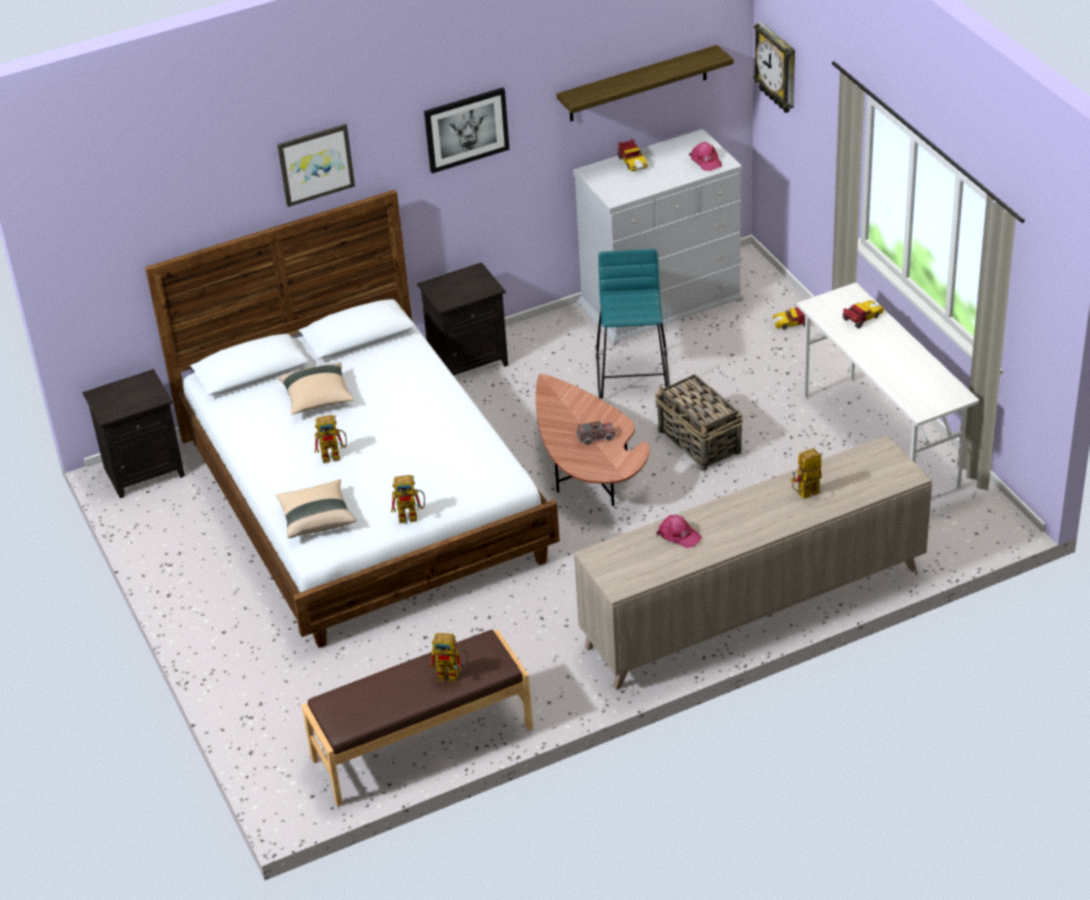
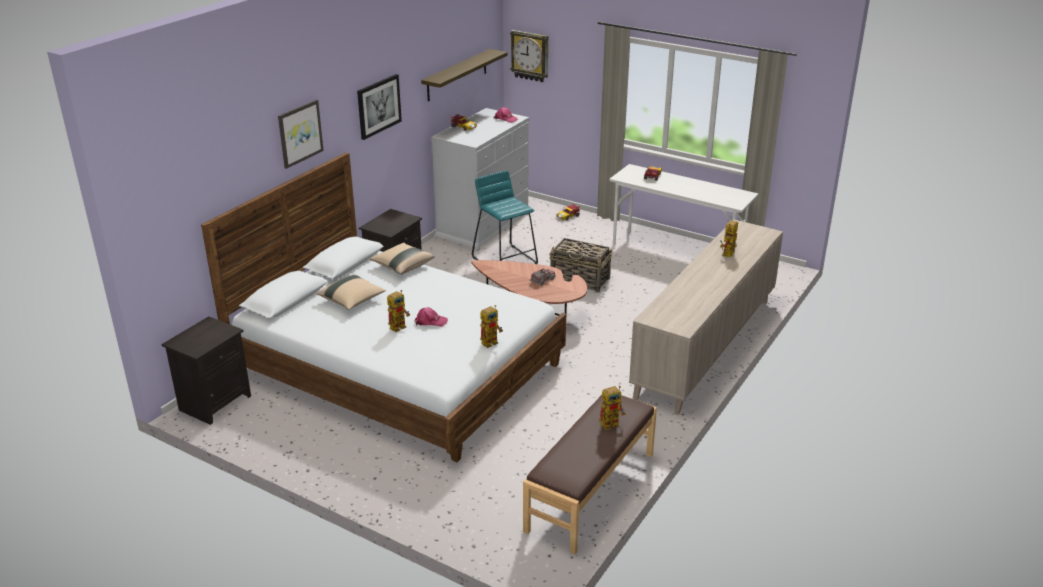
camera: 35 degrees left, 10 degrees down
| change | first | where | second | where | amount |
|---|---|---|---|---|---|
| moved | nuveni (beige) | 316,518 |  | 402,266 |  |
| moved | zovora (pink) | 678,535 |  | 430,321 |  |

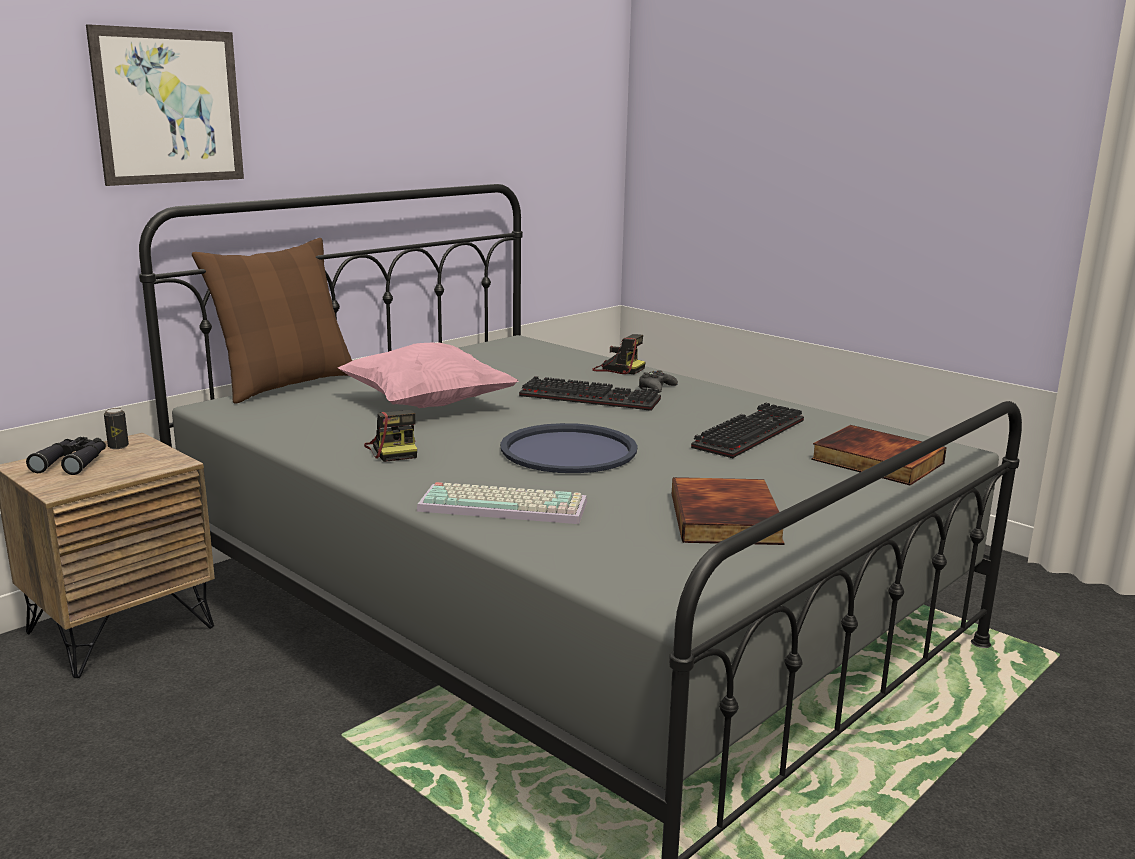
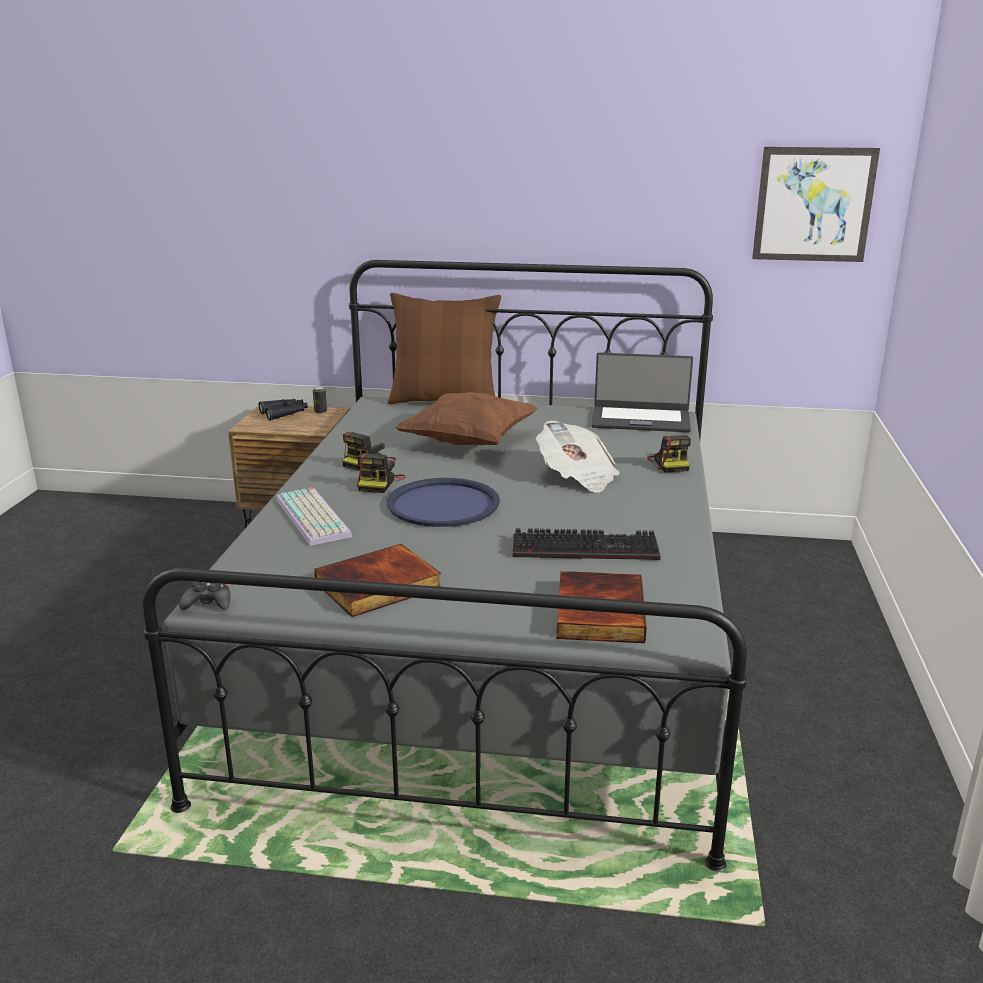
camera: 55 degrees right, 5 degrees up
| change | first | where | second | where | amount |
|---|---|---|---|---|---|
| moved | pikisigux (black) | 656,388 |  | 208,603 |  |
| added |  |  | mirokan | 379,483 |  |
| recoloured | nuveni (pink) | 427,405 | nuveni (brown) | 468,442 |  |
| replaced | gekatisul | 593,397 | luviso | 577,477 |  |
| added |  |  | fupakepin | 640,419 |  |
| moved | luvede | 169,107 |  | 813,204 |  |

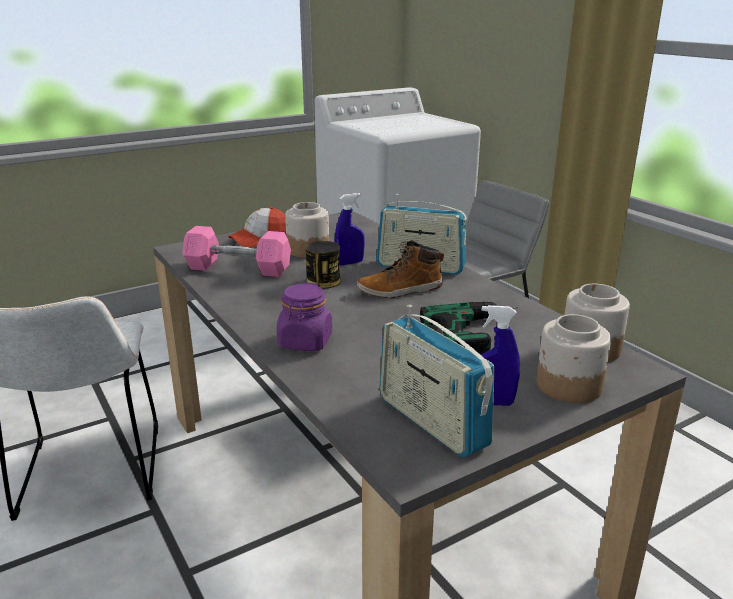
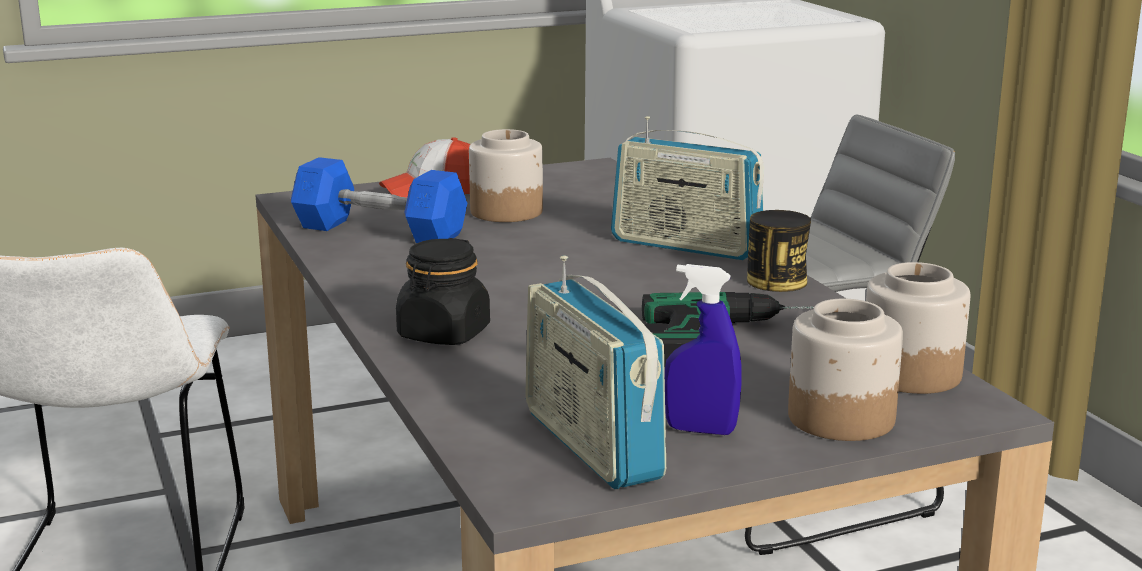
camera: 10 degrees right, 5 degrees down
| change | first | where | second | where | amount |
|---|---|---|---|---|---|
| recoloured | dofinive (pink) | 238,268 | dofinive (blue) | 380,231 |  |
| recoloured | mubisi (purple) | 305,342 | mubisi (black) | 443,334 |  |
| moved | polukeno | 323,281 |  | 776,281 |  |
| removed | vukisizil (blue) | 349,263 |  |  |  |
| removed | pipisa | 400,290 |  |  |  |

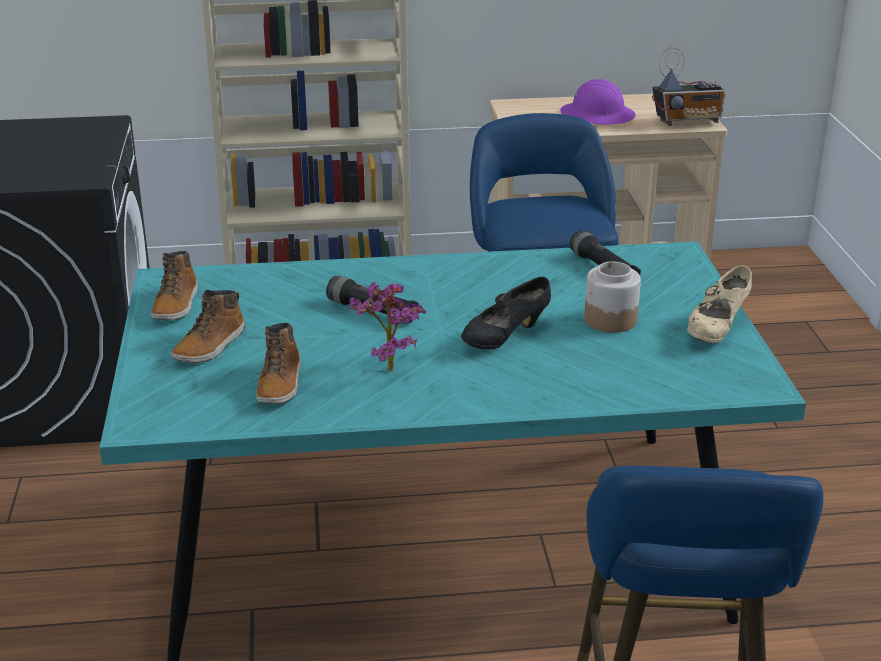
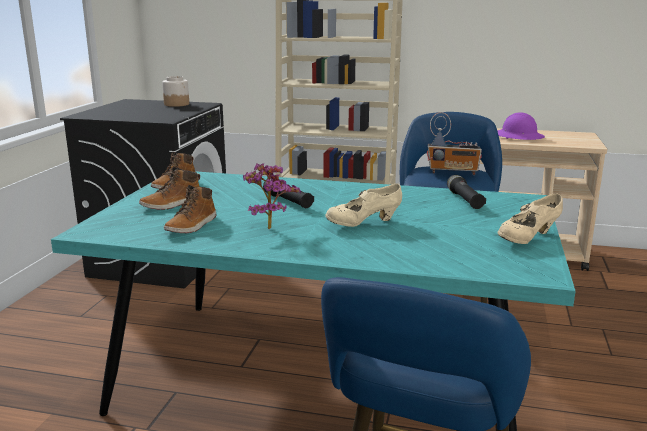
camera: 20 degrees right, 10 degrees down
| change | first | where | second | where | amount |
|---|---|---|---|---|---|
| moved | mubisi | 610,320 |  | 176,104 |  |
| recoloured | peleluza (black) | 505,338 | peleluza (beige) | 363,223 |  |
| moved | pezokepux | 687,122 |  | 453,173 |  |

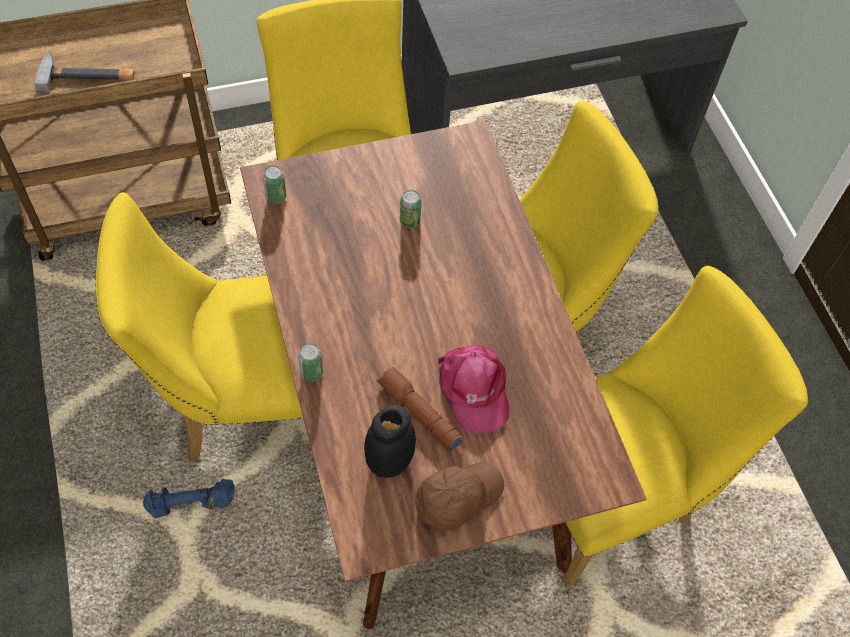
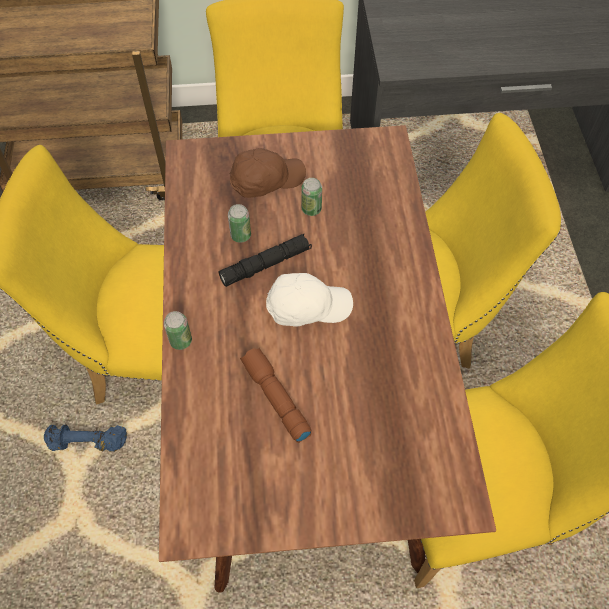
camera: 15 degrees right, 0 degrees up
| change | first | where | second | where | amount |
|---|---|---|---|---|---|
| added |  |  | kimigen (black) | 266,264 |  |
| moved | polukeno | 276,197 |  | 240,235 |  |
| moved | zovora (brown) | 456,498 |  | 266,180 |  |
| added |  |  | zovora (white) | 307,306 |  |
| removed | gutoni | 88,75 |  |  |  |
| removed | mubisi (black) | 389,461 |  |  |  |
| removed | zovora (pink) | 473,389 |  |  |  |

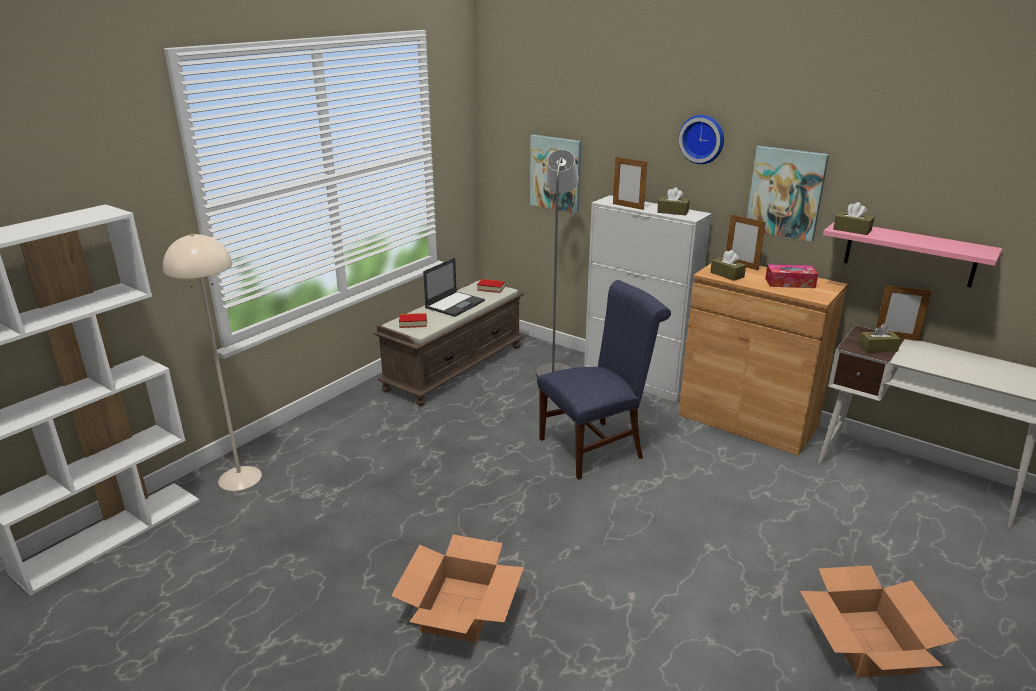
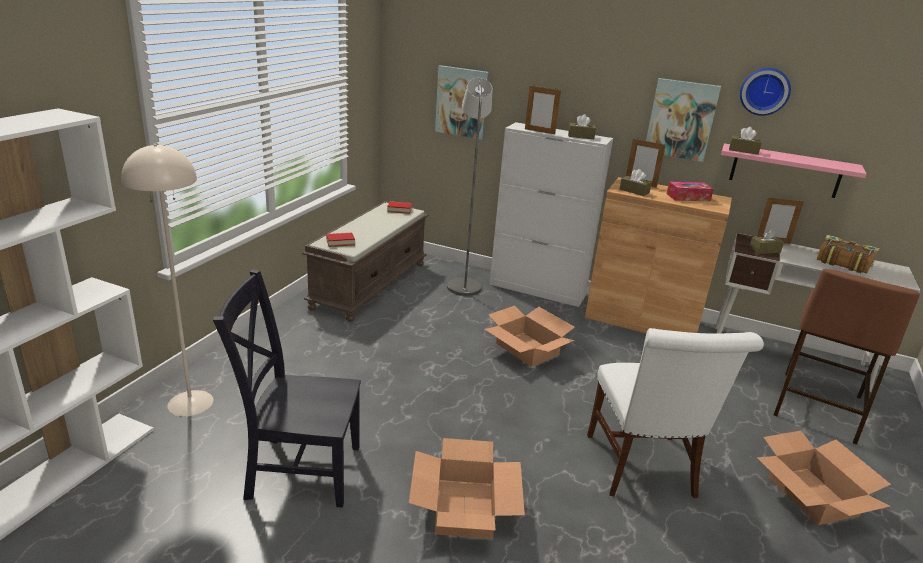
camera: 15 degrees left, 0 degrees up
| change | first | where | second | where | amount |
|---|---|---|---|---|---|
| added |  |  | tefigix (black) | 299,470 |  |
| replaced | tefigix (blue) | 596,447 | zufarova | 527,349 |  |
| added |  |  | tefigix (white) | 643,470 |  |
| moved | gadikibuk | 702,139 |  | 764,91 |  |
| added |  |  | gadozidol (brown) | 817,405 |  |
| added |  |  | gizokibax | 843,262 |  |
| removed | fupakepin | 455,304 |  |  |  |

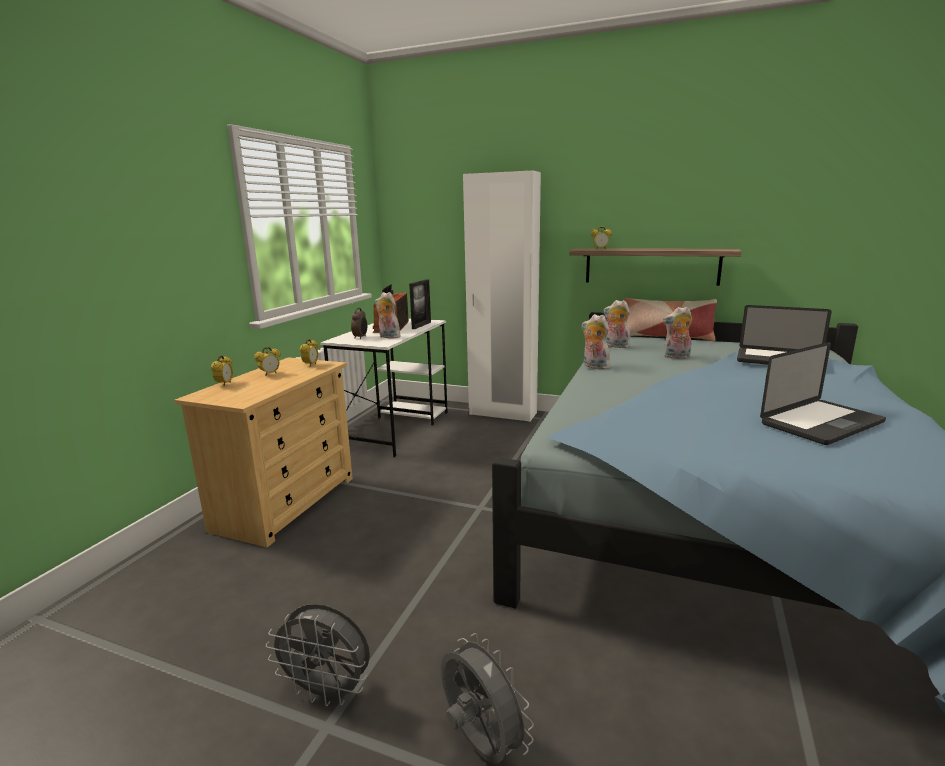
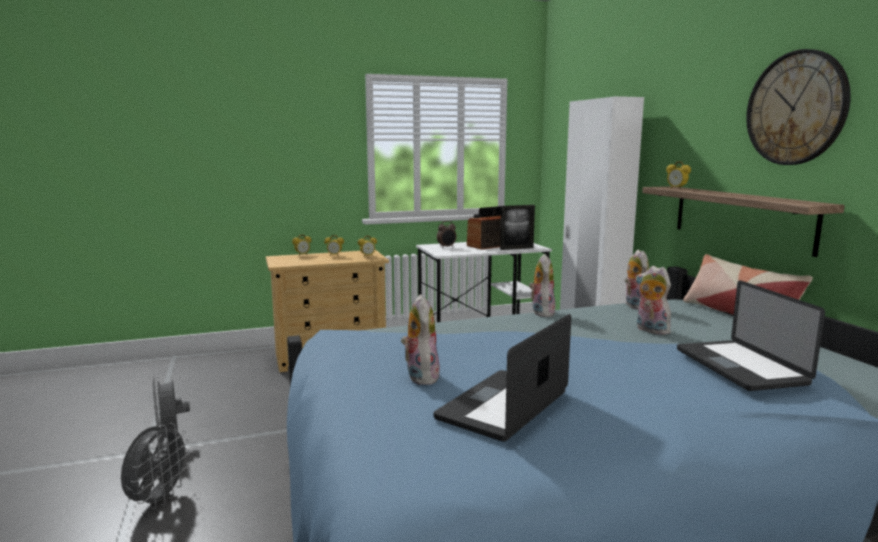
camera: 50 degrees right, 5 degrees down
| change | first | where | second | where | amount |
|---|---|---|---|---|---|
| moved | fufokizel | 388,337 |  | 420,376 |  |
| turned | fupakepin | 821,423 |  | 503,406 | 105 degrees clockwise |
| added |  |  | gadikibuk | 796,108 |  |

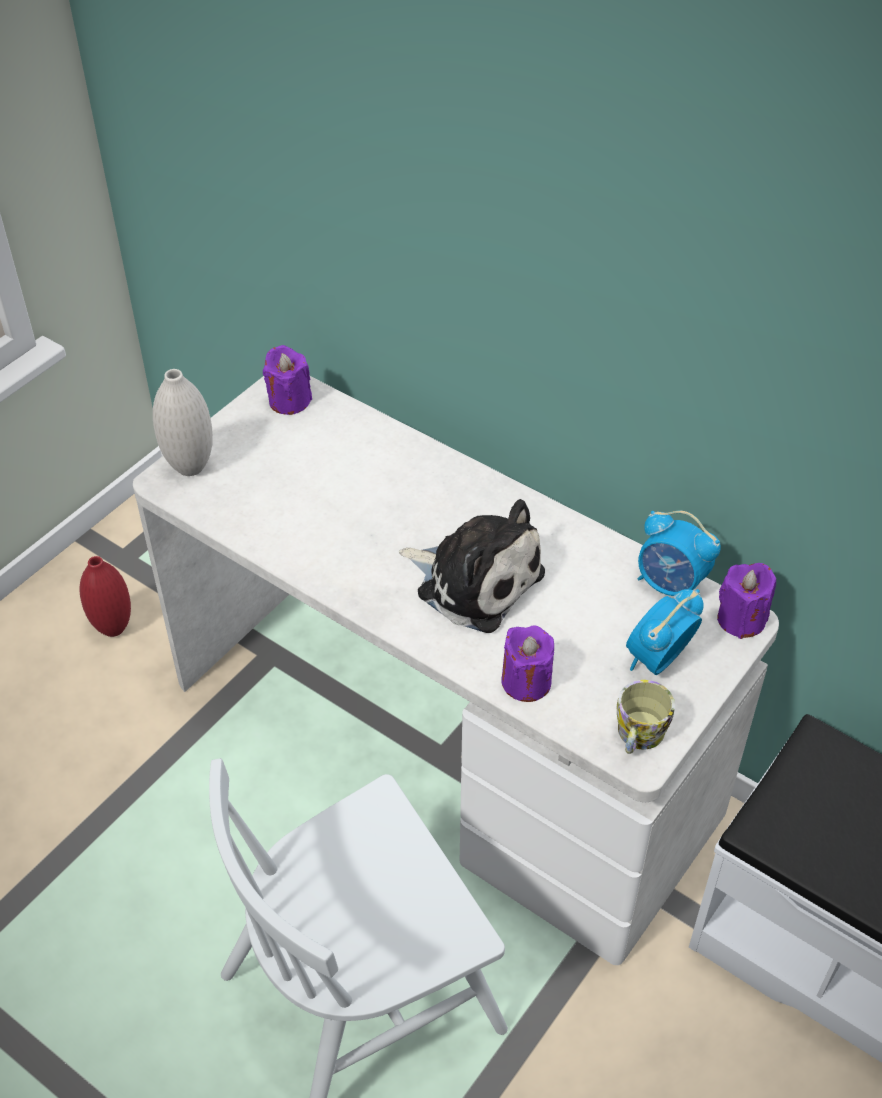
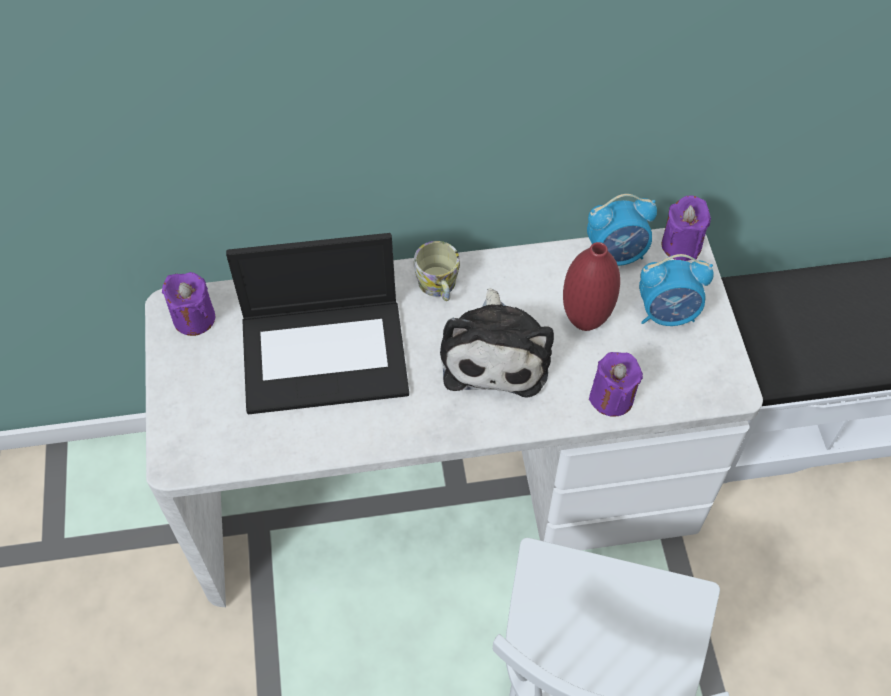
camera: 45 degrees left, 10 degrees up
| change | first | where | second | where | amount |
|---|---|---|---|---|---|
| added |  |  | fupakepin | 326,354 |  |
| moved | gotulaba | 638,736 |  | 438,286 |  |
| turned | fufokizel | 474,580 |  | 496,352 | 105 degrees clockwise |
| moved | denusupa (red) | 113,628 |  | 585,320 |  |
| turned | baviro | 657,660 |  | 667,314 | 90 degrees counterclockwise |
| removed | denusupa (white) | 190,467 |  |  |  |

